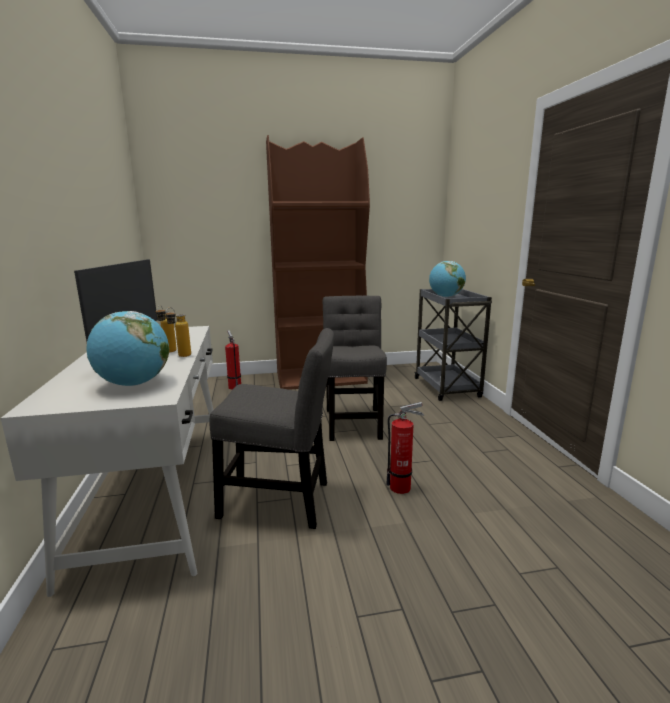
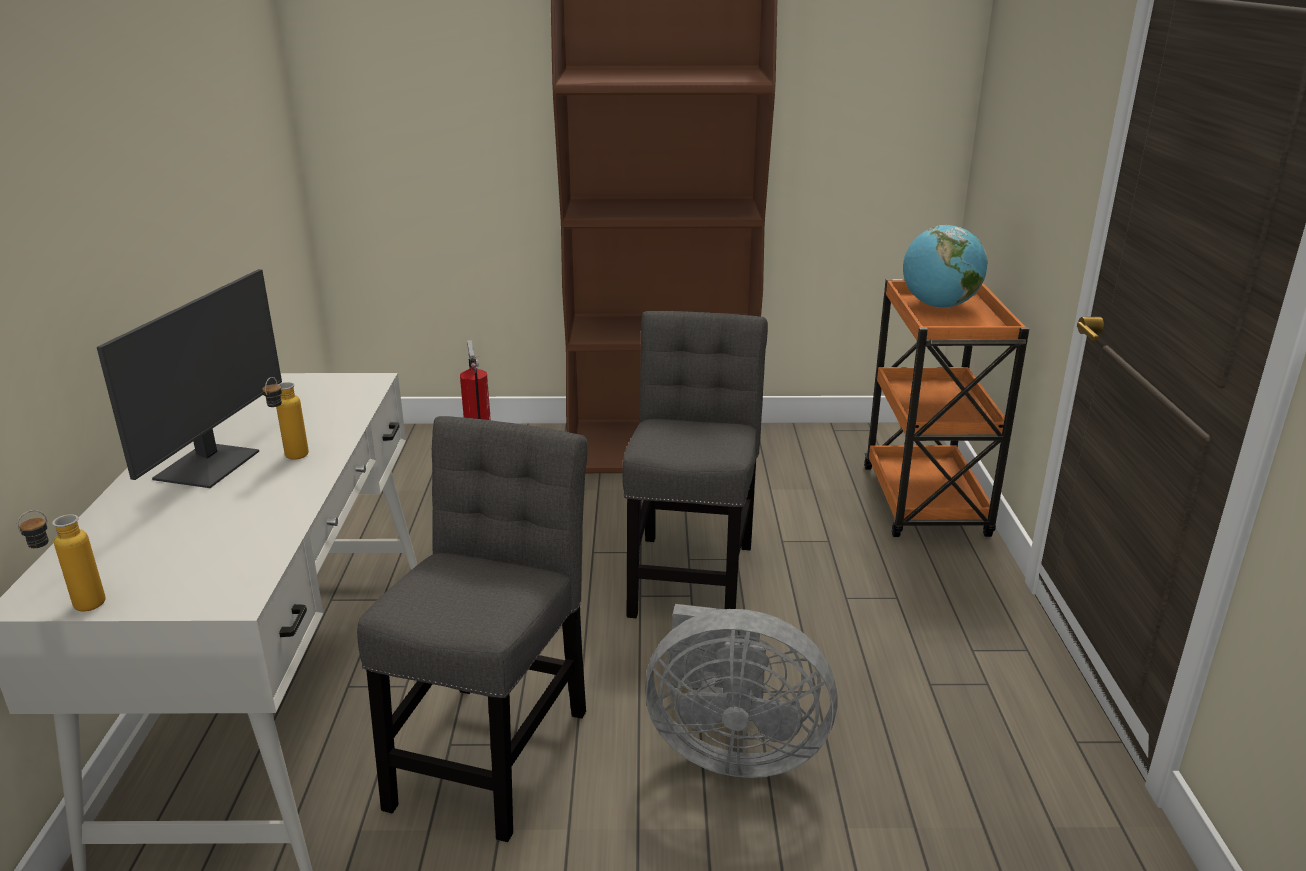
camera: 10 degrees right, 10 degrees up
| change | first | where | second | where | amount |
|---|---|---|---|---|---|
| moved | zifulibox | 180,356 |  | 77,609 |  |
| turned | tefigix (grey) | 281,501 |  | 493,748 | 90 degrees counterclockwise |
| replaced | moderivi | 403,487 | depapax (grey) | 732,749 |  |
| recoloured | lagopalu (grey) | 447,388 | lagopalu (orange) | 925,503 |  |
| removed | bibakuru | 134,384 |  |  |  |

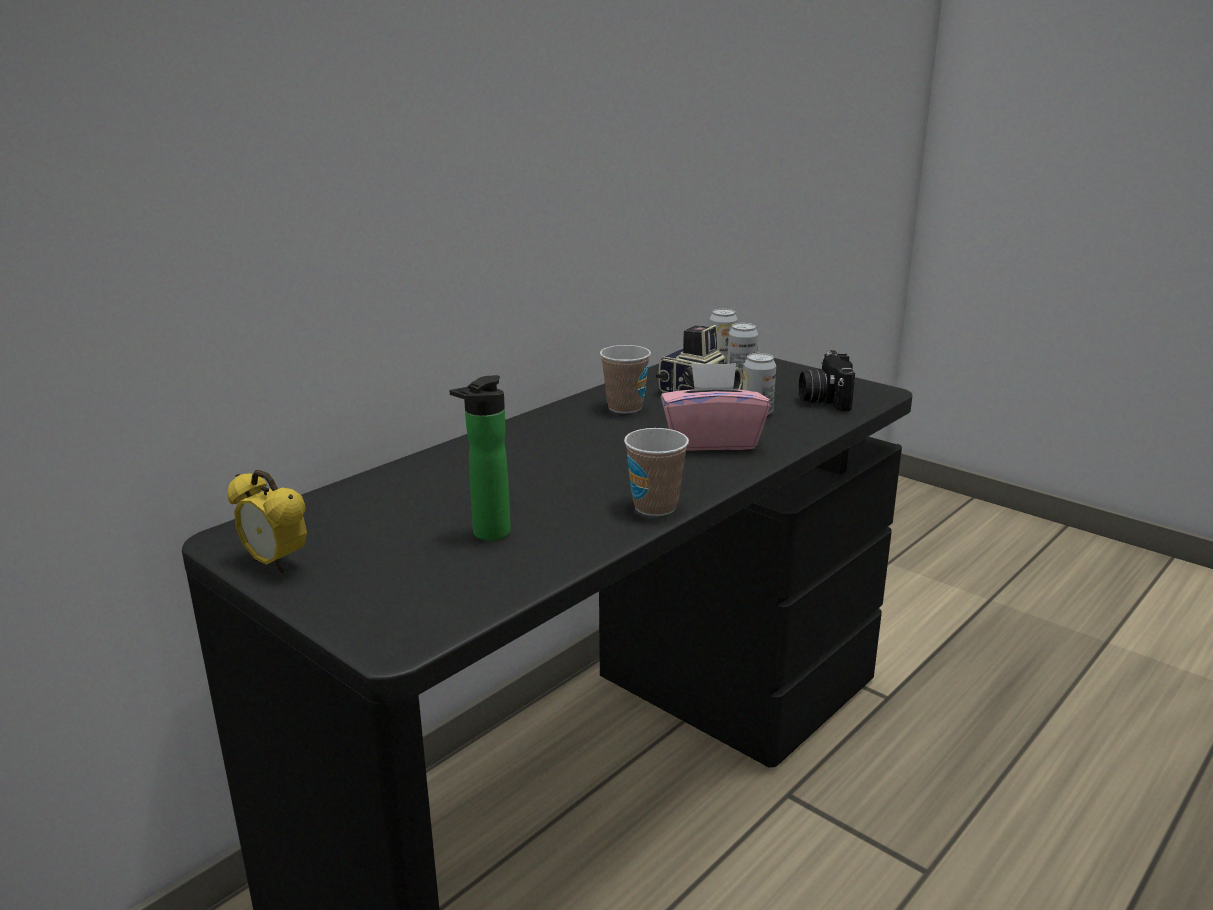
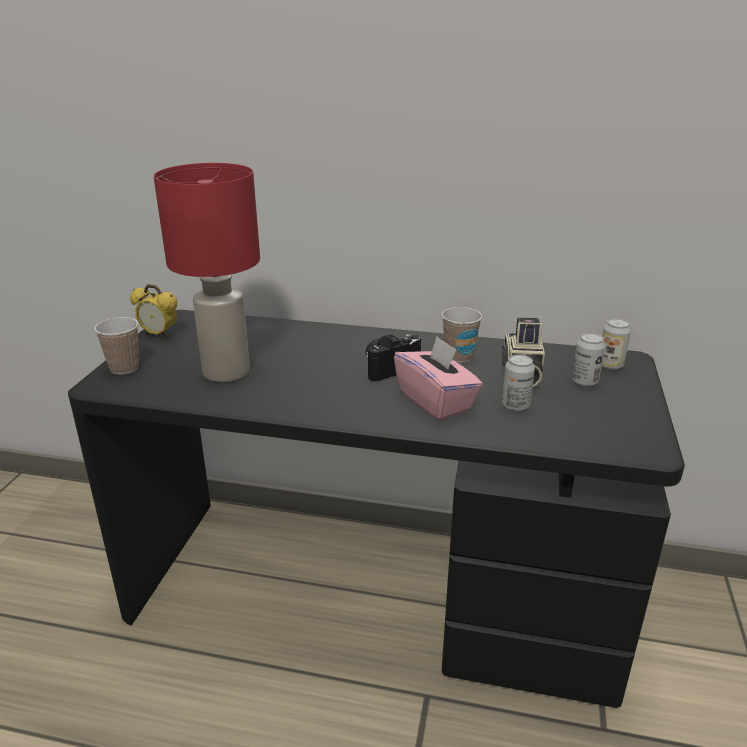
camera: 60 degrees right, 5 degrees up
| change | first | where | second | where | amount |
|---|---|---|---|---|---|
| moved | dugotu | 655,507 |  | 124,368 |  |
| turned | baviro | 275,564 |  | 159,335 | 75 degrees counterclockwise |
| replaced | zifulibox | 487,535 | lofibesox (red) | 226,372 |  |
| moved | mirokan | 823,399 |  | 389,368 |  |

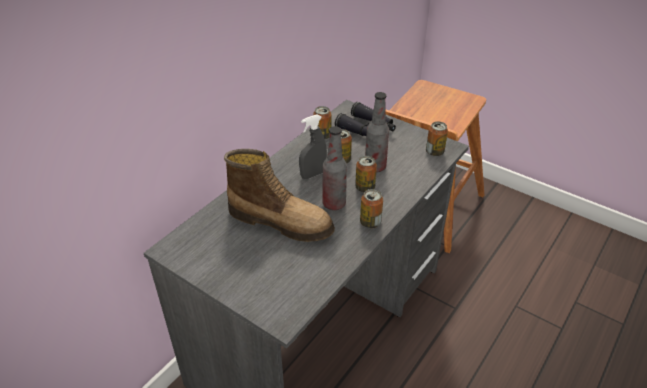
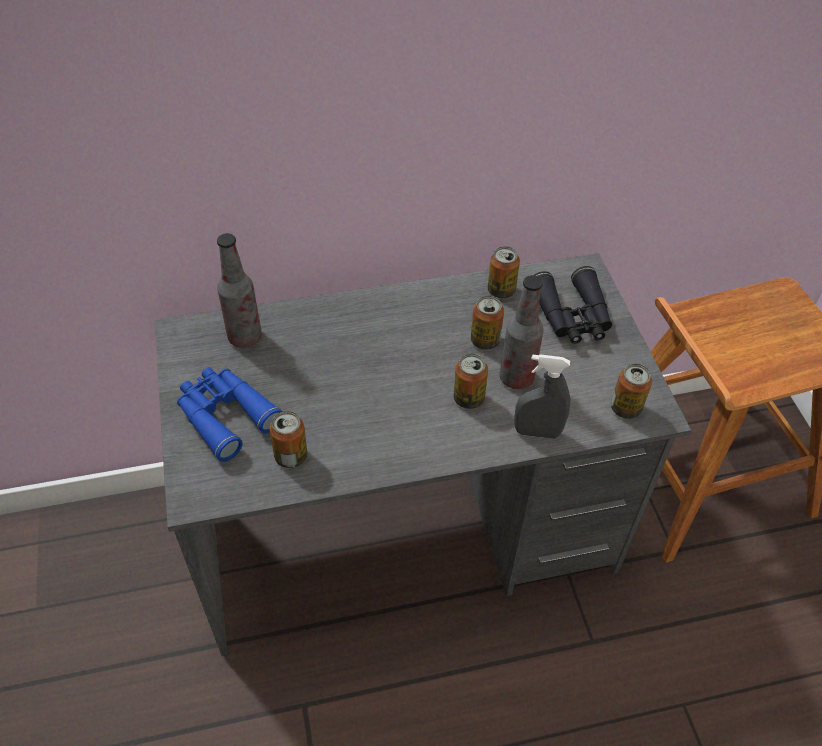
camera: 40 degrees right, 10 degrees up
| change | first | where | second | where | amount |
|---|---|---|---|---|---|
| added |  |  | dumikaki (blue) | 225,416 |  |
| moved | zifulibox | 334,204 |  | 245,337 |  |
| moved | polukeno | 370,222 |  | 291,456 |  |
| moved | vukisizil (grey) | 313,174 |  | 537,432 |  |
| removed | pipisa | 281,221 |  |  |  |

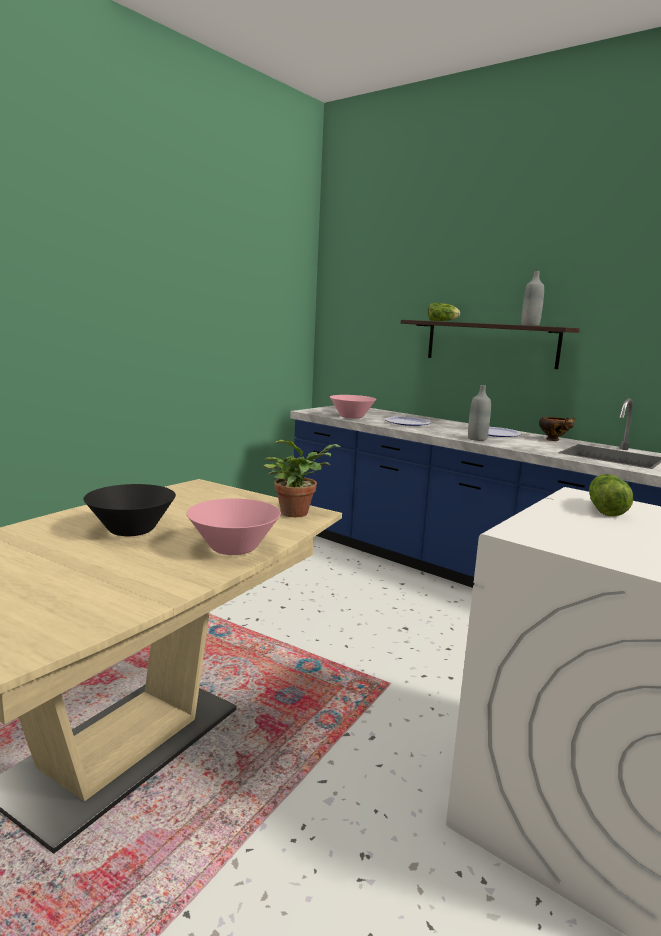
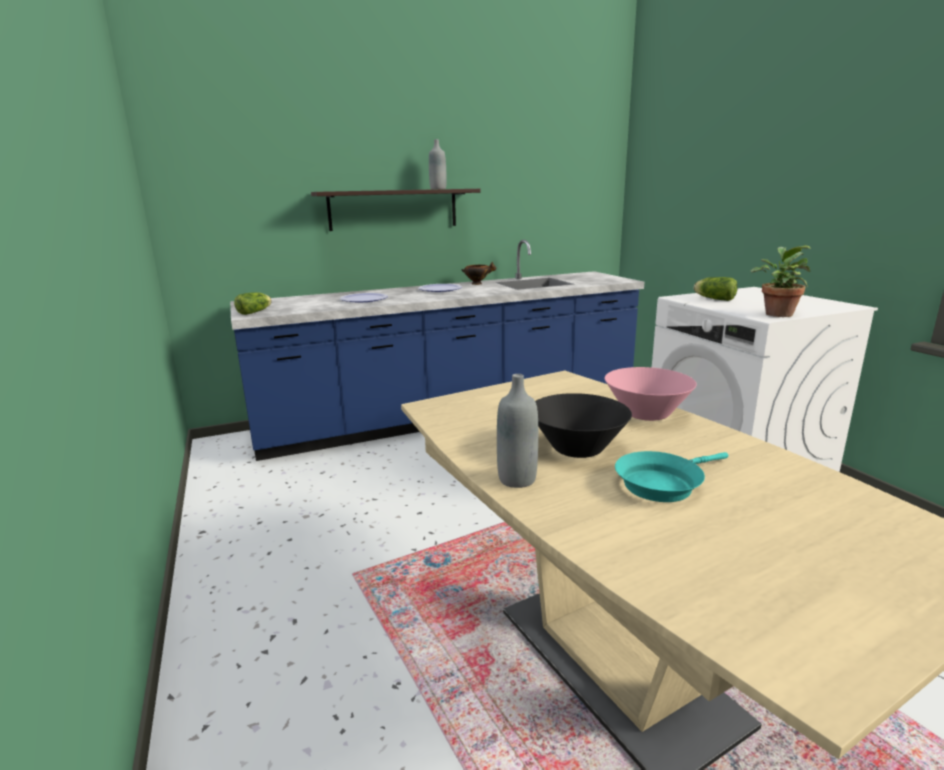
camera: 60 degrees left, 5 degrees up
| change | first | where | second | where | amount |
|---|---|---|---|---|---|
| moved | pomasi | 443,321 |  | 255,312 |  |
| moved | zifulibox (grey) | 477,439 |  | 517,479 |  |
| added |  |  | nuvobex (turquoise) | 662,483 |  |
| moved | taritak | 297,512 |  | 776,313 |  |
| removed | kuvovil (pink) | 351,417 |  |  |  |

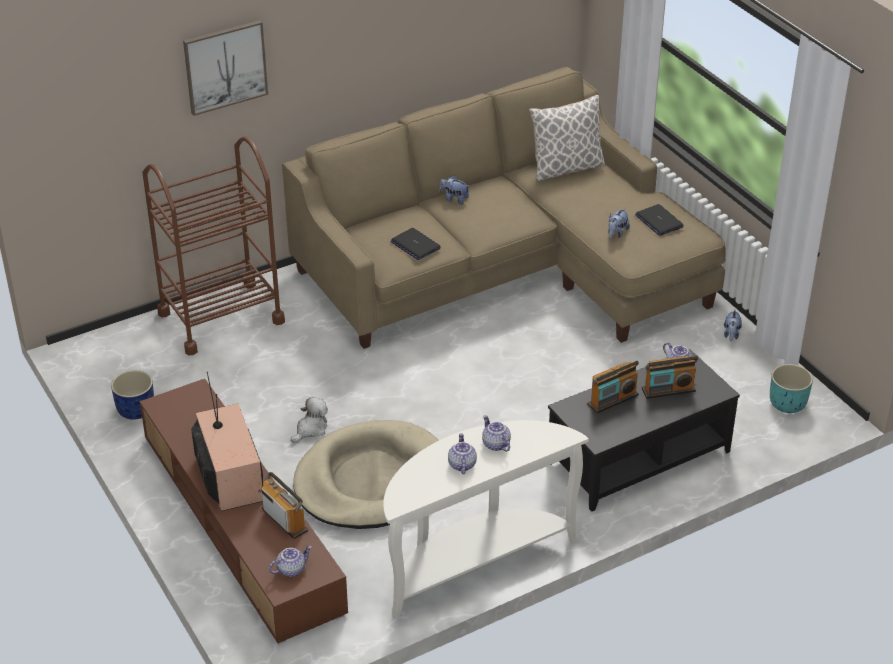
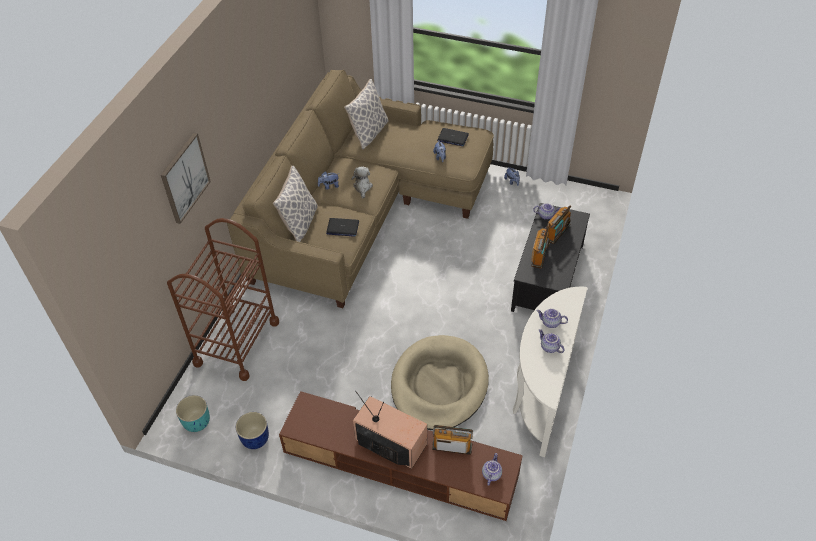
camera: 40 degrees left, 10 degrees up
| change | first | where | second | where | amount |
|---|---|---|---|---|---|
| moved | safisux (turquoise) | 787,404 |  | 197,422 |  |
| added |  |  | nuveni | 299,223 |  |
| moved | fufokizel | 311,429 |  | 362,187 |  |

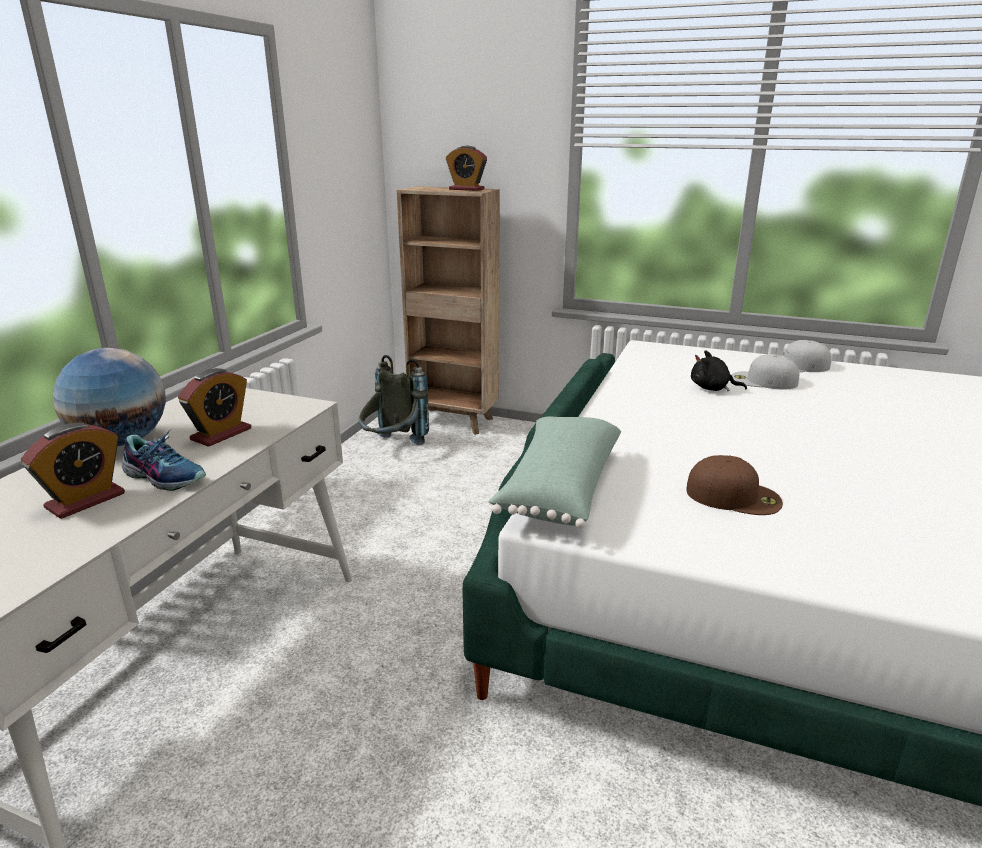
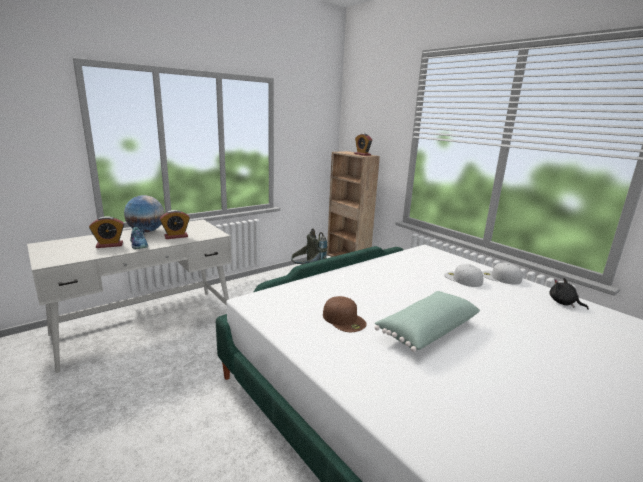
camera: 30 degrees right, 5 degrees down
| change | first | where | second | where | amount |
|---|---|---|---|---|---|
| moved | nuveni (green) | 558,488 |  | 426,330 |  |
| moved | fufokizel (black) | 712,388 |  | 563,303 |  |

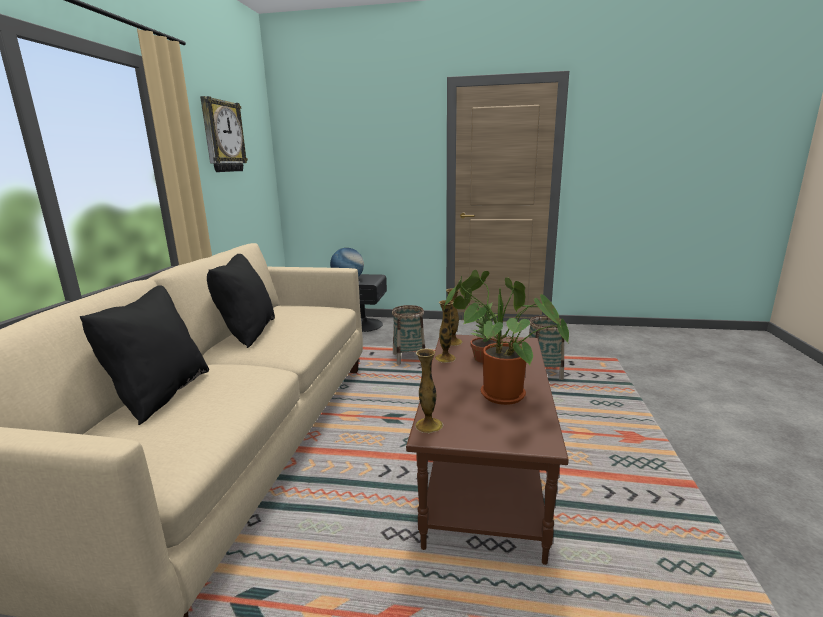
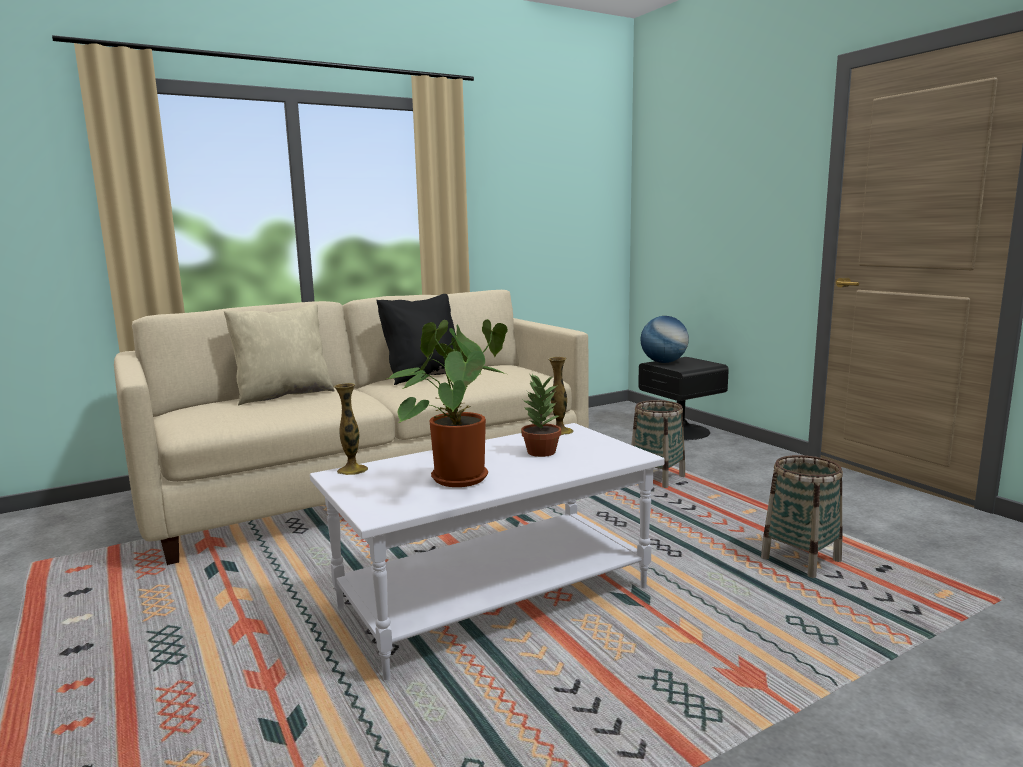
camera: 50 degrees right, 5 degrees down
| change | first | where | second | where | amount |
|---|---|---|---|---|---|
| recoloured | nuveni (black) | 160,395 | nuveni (beige) | 283,395 |  |
| recoloured | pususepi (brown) | 482,472 | pususepi (white) | 494,597 |  |
| removed | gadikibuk | 222,136 |  |  |  |
| removed | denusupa | 445,358 |  |  |  |

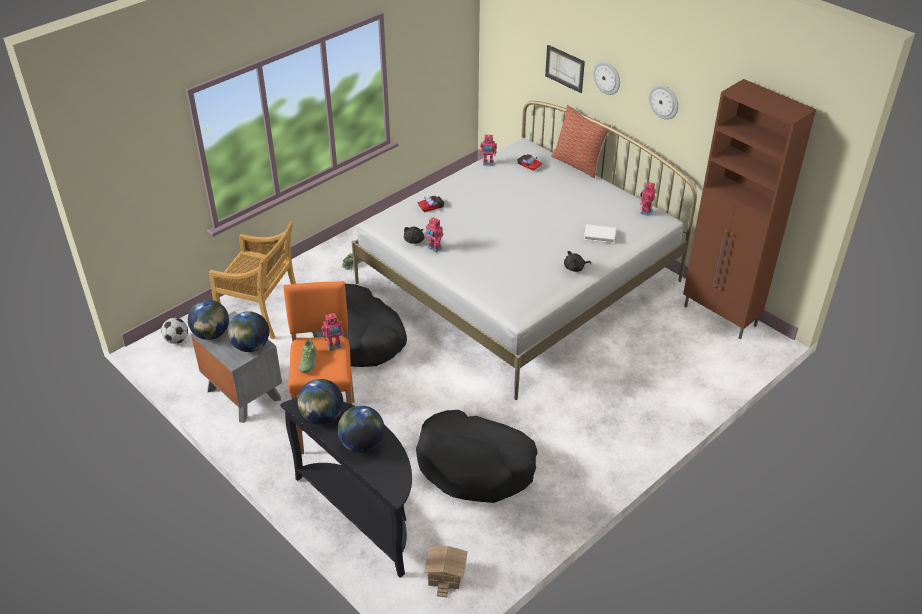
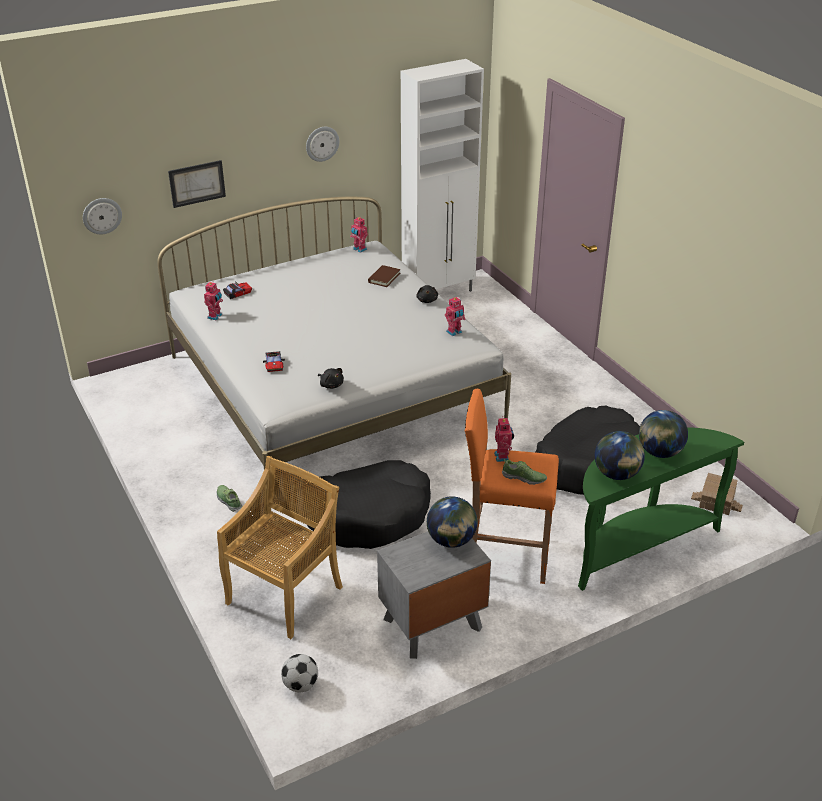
camera: 75 degrees left, 5 degrees down
| change | first | where | second | where | amount |
|---|---|---|---|---|---|
| moved | gadikibuk | 607,77 |  | 102,215 |  |
| recoloured | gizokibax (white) | 599,235 | gizokibax (brown) | 384,278 |  |
| recoloured | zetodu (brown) | 720,317 | zetodu (white) | 439,293 |  |
| moved | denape | 434,248 |  | 454,332 |  |
| recoloured | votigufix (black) | 363,514 | votigufix (green) | 637,545 |  |
| removed | bibakuru | 211,334 |  |  |  |
| removed | nuveni | 578,163 |  |  |  |

